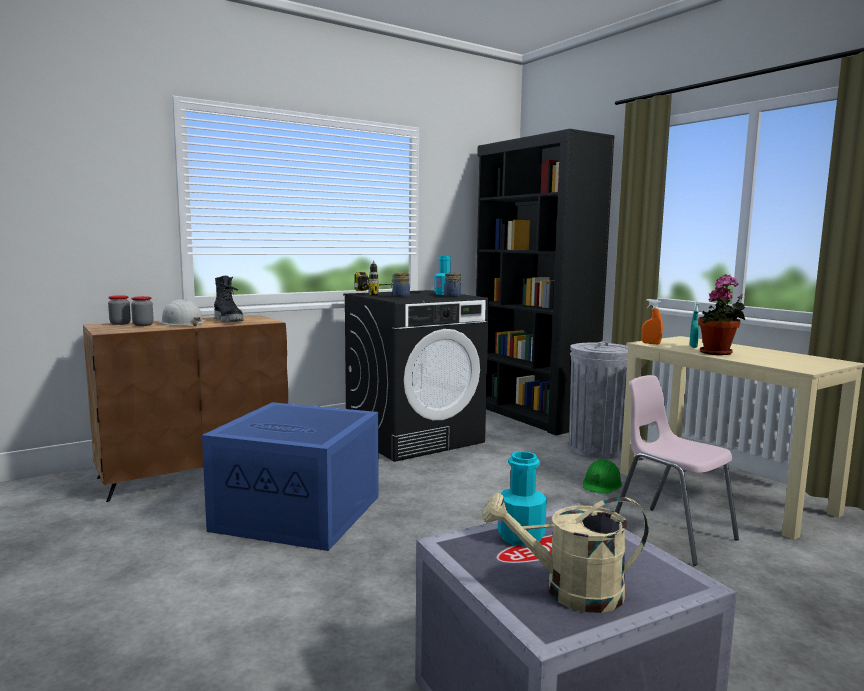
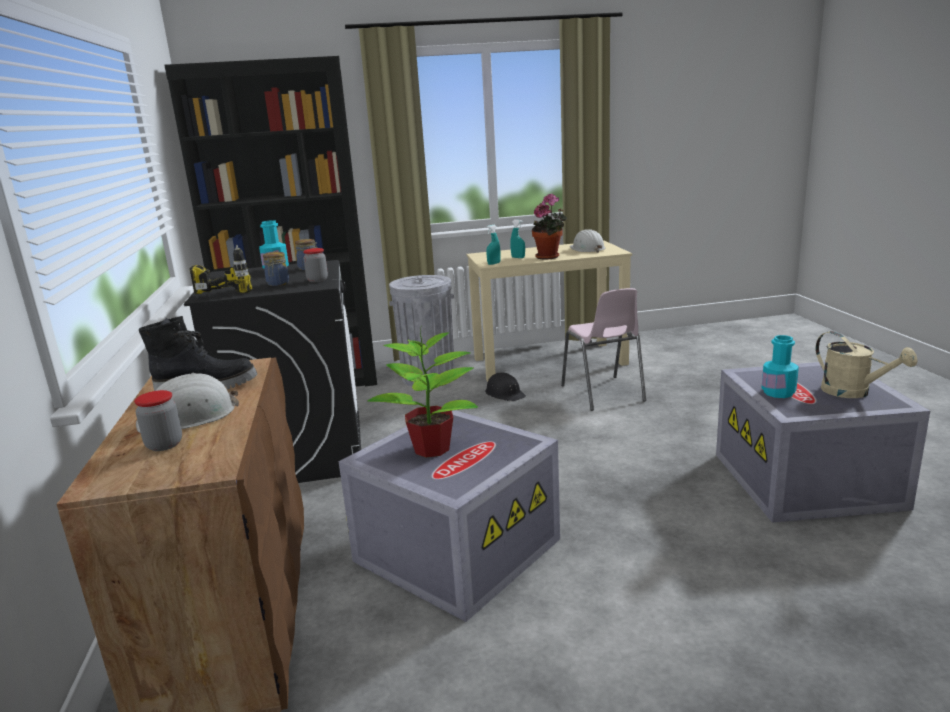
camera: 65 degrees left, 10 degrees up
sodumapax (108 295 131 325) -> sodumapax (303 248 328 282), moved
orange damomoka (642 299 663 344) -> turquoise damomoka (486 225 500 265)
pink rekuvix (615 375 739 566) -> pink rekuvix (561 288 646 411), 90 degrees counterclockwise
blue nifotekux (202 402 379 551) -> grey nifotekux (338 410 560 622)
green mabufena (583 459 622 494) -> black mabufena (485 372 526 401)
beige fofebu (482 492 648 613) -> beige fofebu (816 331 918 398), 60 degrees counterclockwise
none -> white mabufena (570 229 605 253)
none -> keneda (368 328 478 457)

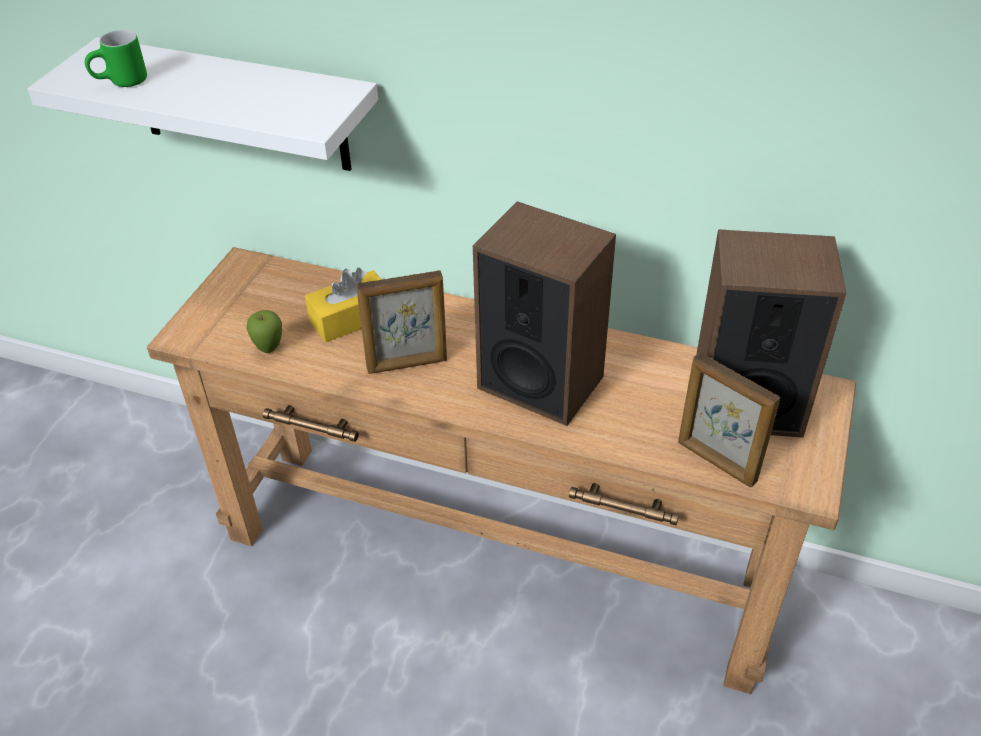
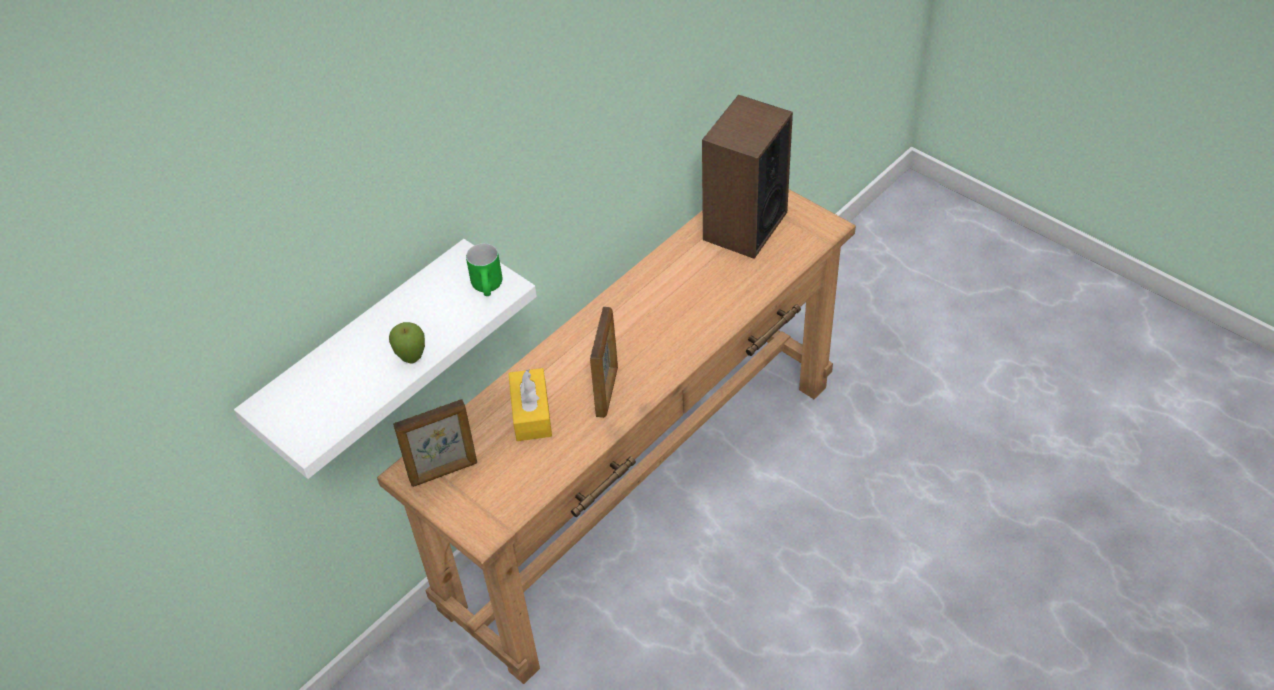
camera: 65 degrees left, 5 degrees up
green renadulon (85 30 147 87) -> green renadulon (466 243 502 296), moved
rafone (473 201 616 426) -> none
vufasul (247 310 282 353) -> vufasul (389 322 425 364), moved
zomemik (678 352 780 487) -> zomemik (393 399 477 487), moved

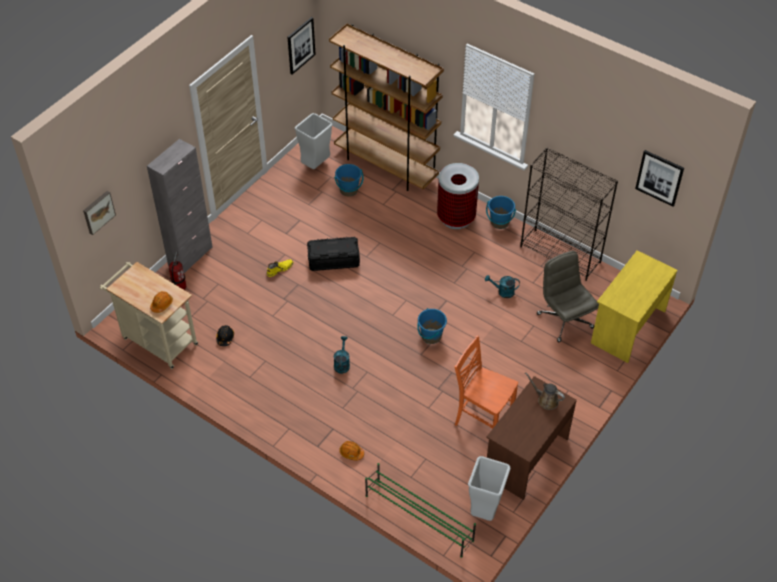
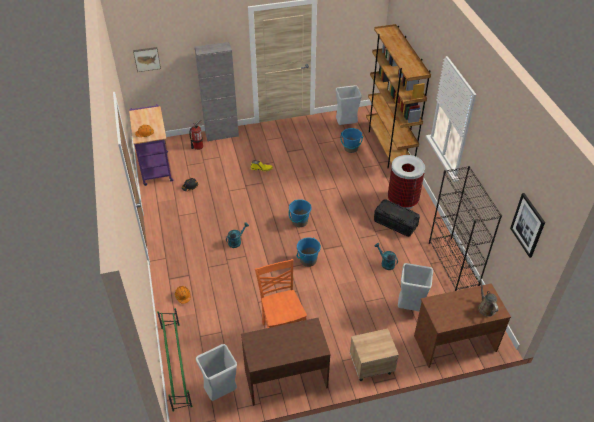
camera: 40 degrees right, 5 degrees down
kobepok (287 17 316 74) -> none
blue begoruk (486 196 516 229) -> blue begoruk (289 199 312 227), moved
black nifotekux (307 237 360 271) -> black nifotekux (374 199 420 237), moved
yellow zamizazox (591 250 678 363) -> brown zamizazox (414 283 511 368)
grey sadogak (537 251 599 342) -> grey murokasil (398 263 433 311)
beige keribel (100 262 198 369) -> purple keribel (129 104 173 186)
brown fofebu (525 372 565 410) -> brown fofebu (478 276 498 317), moved
none -> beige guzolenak (350 328 399 381)

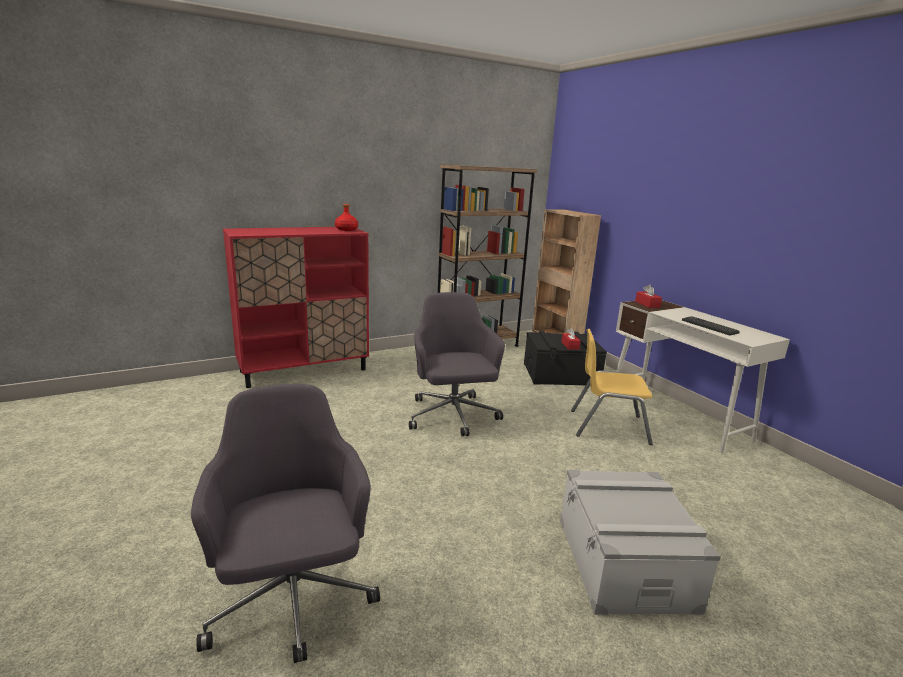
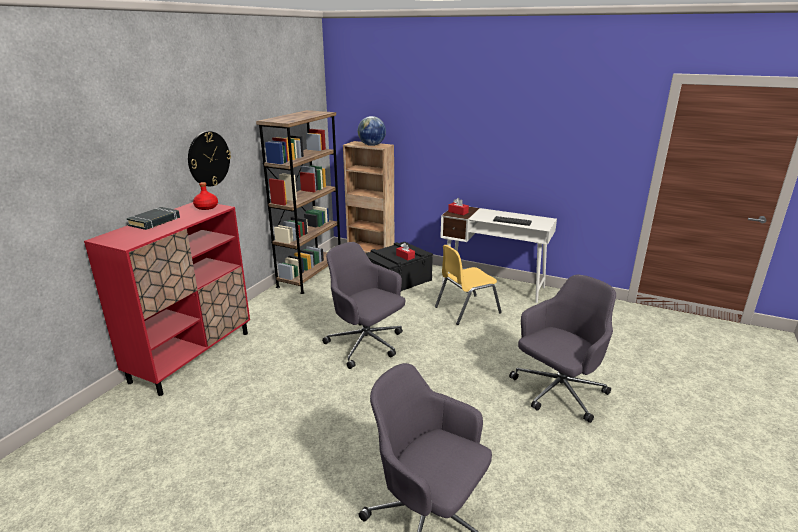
camera: 35 degrees left, 5 degrees up
grey nifotekux (560 470 721 615) -> grey sadogak (509 275 616 423)
none -> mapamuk (358 116 386 146)
none -> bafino (188 131 231 186)
none -> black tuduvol (126 207 180 230)

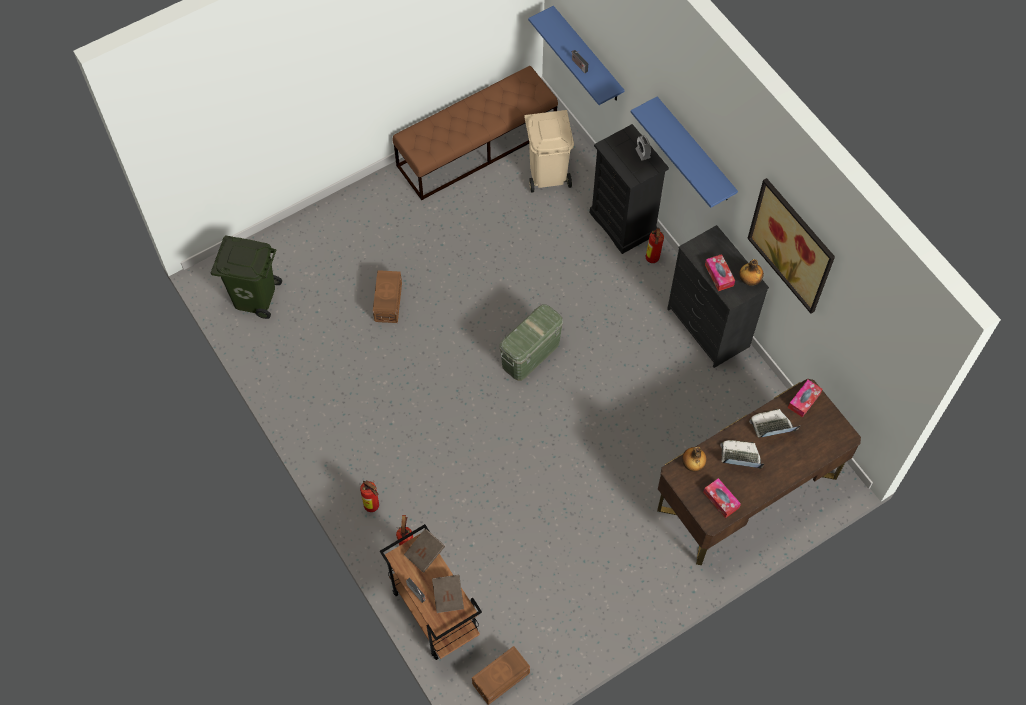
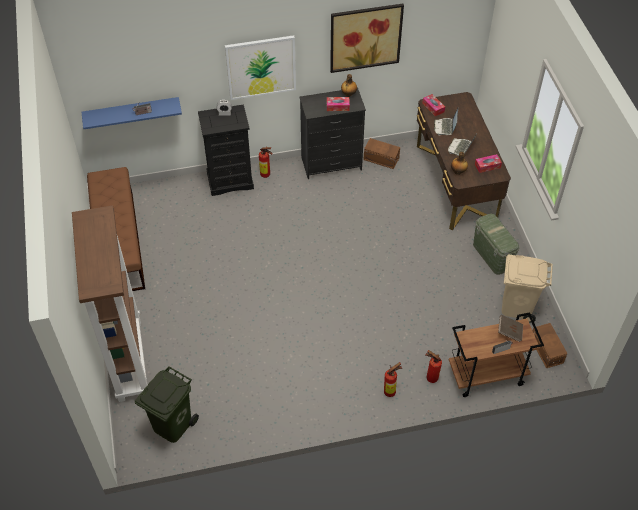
camera: 70 degrees left, 10 degrees down
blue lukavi (631 97 738 208) -> kobepok (225 35 296 100)
beige murokasil (524 110 574 193) -> beige murokasil (502 254 553 323), moved
brown nifotekux (373 270 402 323) -> brown nifotekux (364 138 400 169), moved
green nifotekux (500 304 563 381) -> green nifotekux (473 214 519 275), moved
brown tuduvol (404 529 445 572) -> none
none -> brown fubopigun (72 205 148 402)

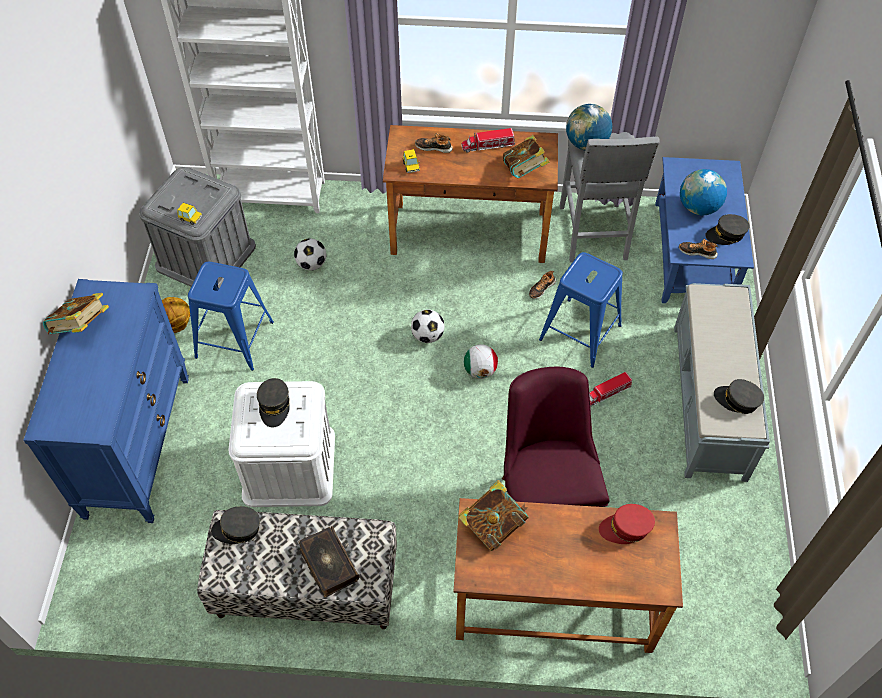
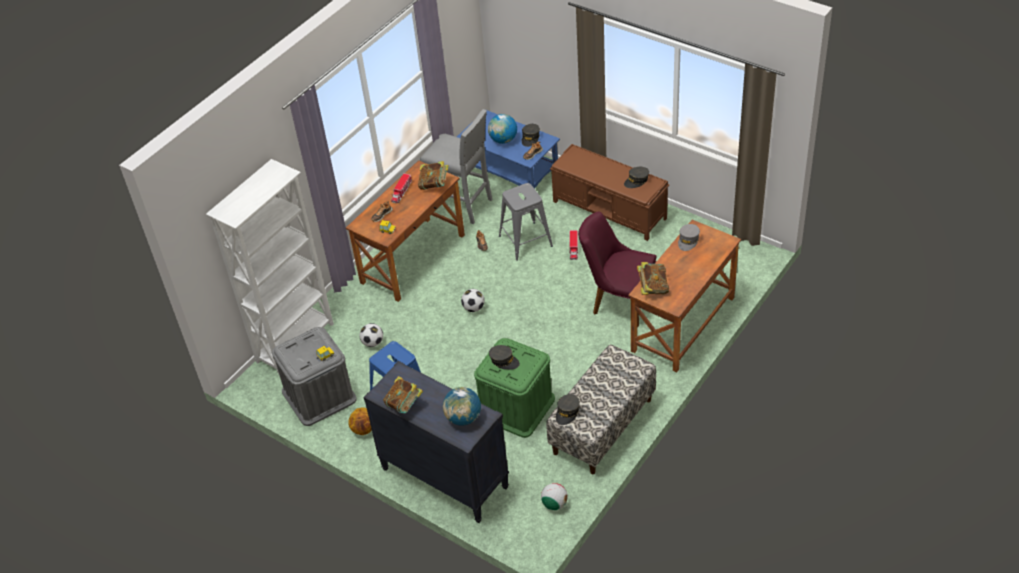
camera: 55 degrees left, 10 degrees down
mapamuk (566 104 612 150) -> mapamuk (443 387 481 426), moved
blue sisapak (539 252 623 368) -> grey sisapak (499 183 553 261)
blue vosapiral (24 279 189 523) -> black vosapiral (363 361 509 523)
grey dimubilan (674 283 770 482) -> brown dimubilan (550 144 669 241)
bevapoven (464 344 498 379) -> bevapoven (541 483 568 510), moved
white nifotekux (228 381 335 507) -> green nifotekux (474 338 555 438)
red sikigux (599 504 655 544) -> grey sikigux (678 224 700 251)
tuduvol (299 526 359 597) -> none

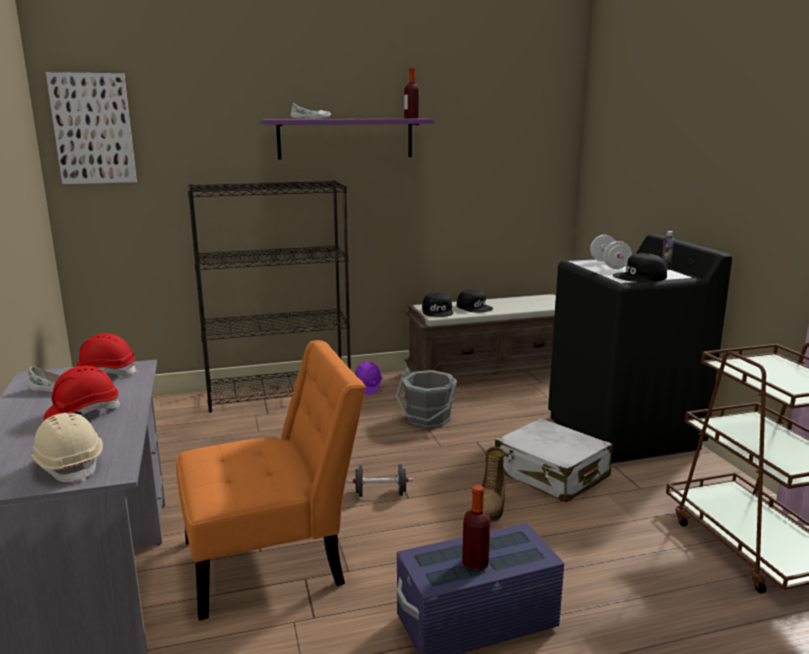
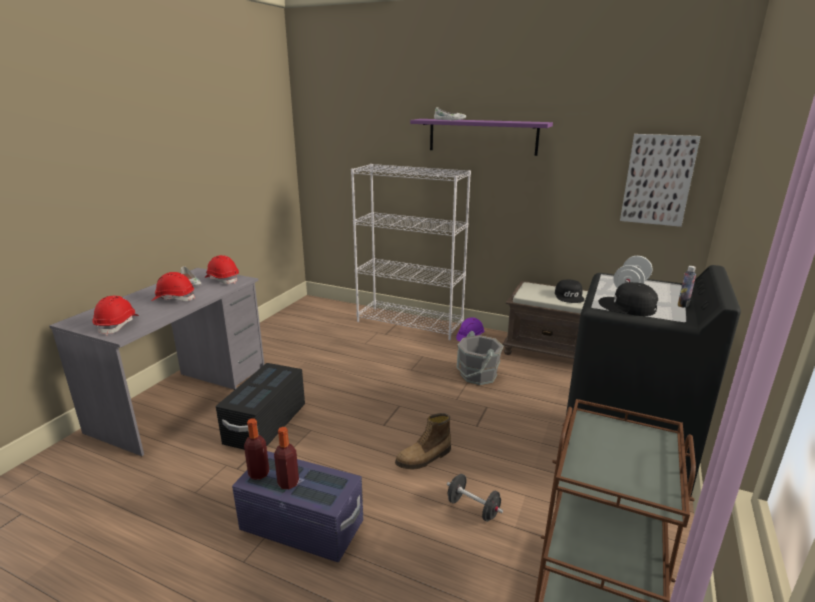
camera: 40 degrees right, 5 degrees up
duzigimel (404 68 419 119) -> duzigimel (244 418 269 480), moved
kobepok (46 72 137 184) -> kobepok (620 134 701 227), moved
black fubopigun (188 180 351 413) -> white fubopigun (351 164 471 340)
black sikigux (422 293 453 317) -> none
orange rekuvix (176 340 366 621) -> black nifotekux (216 363 305 449)
beige mabufena (31 413 103 482) -> red mabufena (92 296 139 336)
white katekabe (495 418 613 503) -> none
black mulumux (348 464 413 497) -> black mulumux (447 474 503 522), moved

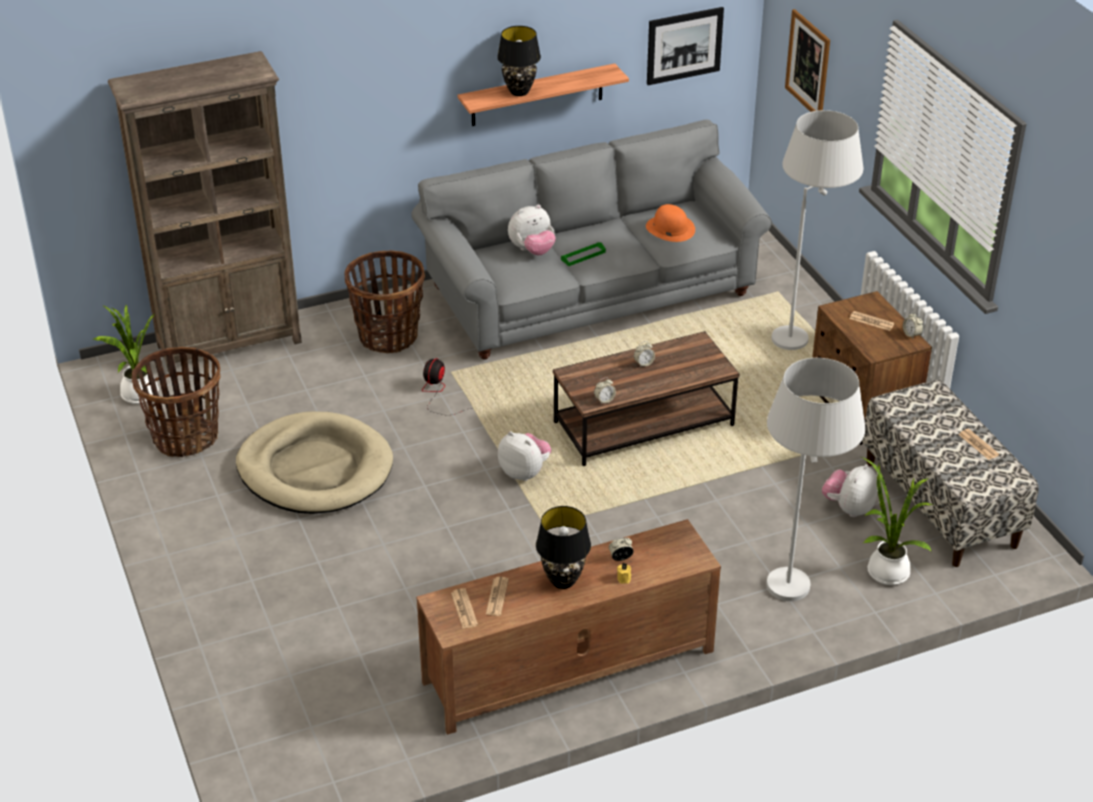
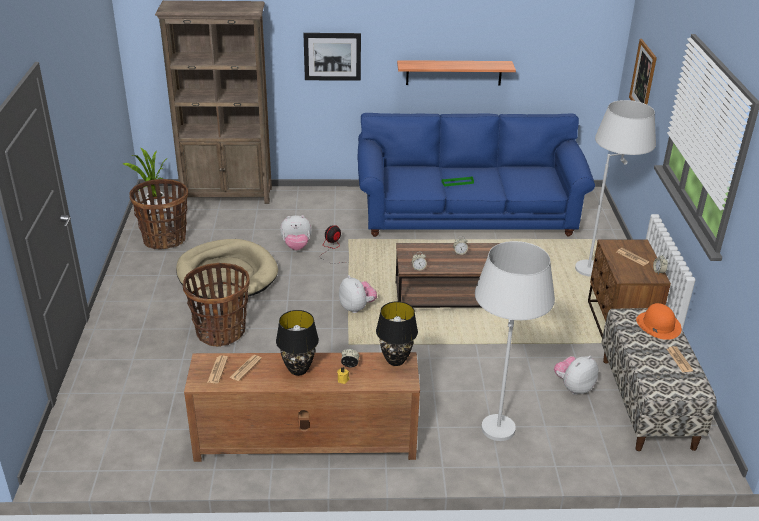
camera: 20 degrees right, 5 degrees down
kobepok (647 7 724 85) -> kobepok (303 33 361 81), moved
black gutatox (497 26 541 96) -> black gutatox (376 301 418 366), moved
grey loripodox (411 120 772 360) -> blue loripodox (358 113 595 237)
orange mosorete (646 204 695 242) -> orange mosorete (636 303 682 340), moved
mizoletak (508 205 556 256) -> mizoletak (280 215 312 250), moved
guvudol (344 250 425 353) -> guvudol (182 263 249 347), moved
keneda (861 457 933 585) -> none

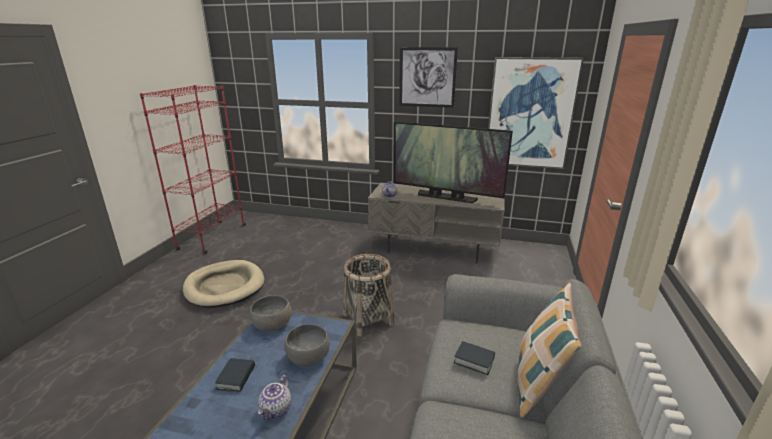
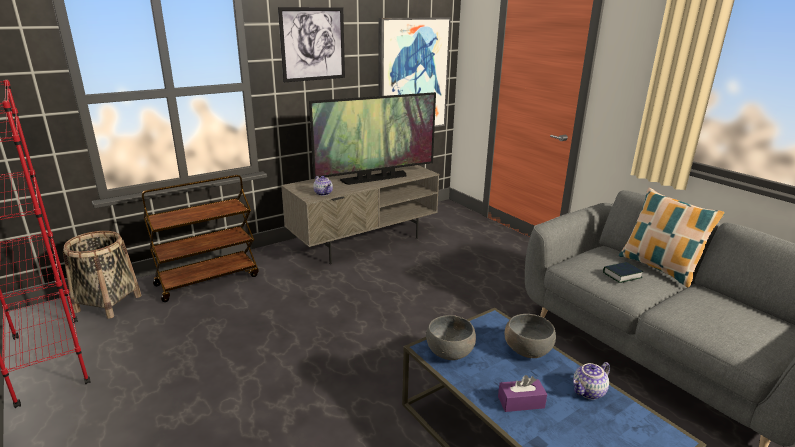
camera: 50 degrees left, 0 degrees up
guvudol (343 254 395 336) -> guvudol (63 231 141 319), moved
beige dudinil (183 260 264 308) -> none
tuduvol (215 358 255 392) -> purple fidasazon (498 375 547 412)
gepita (258 375 291 420) -> gepita (573 362 610 399), 90 degrees clockwise
none -> brown keribel (142 175 259 302)

